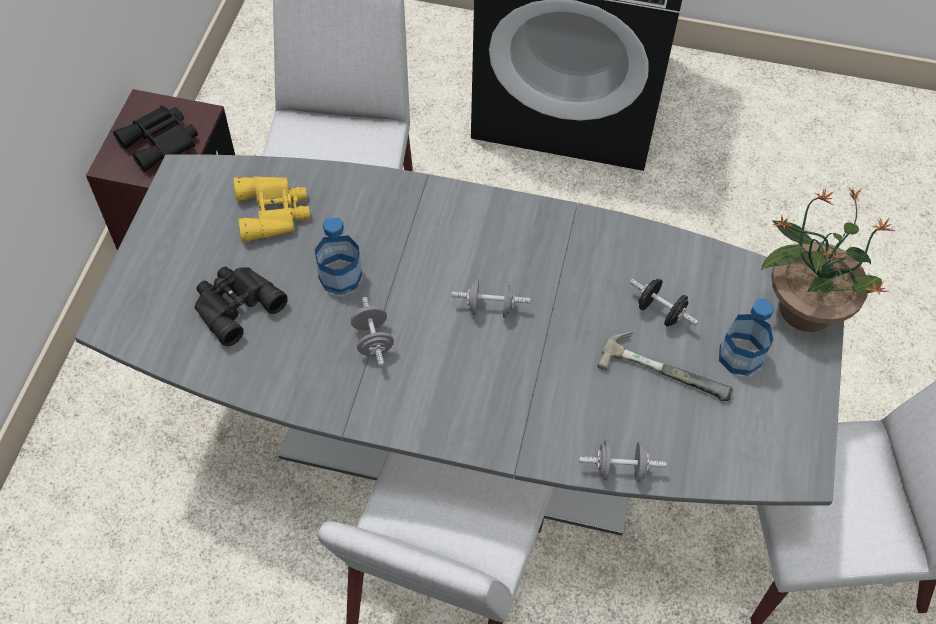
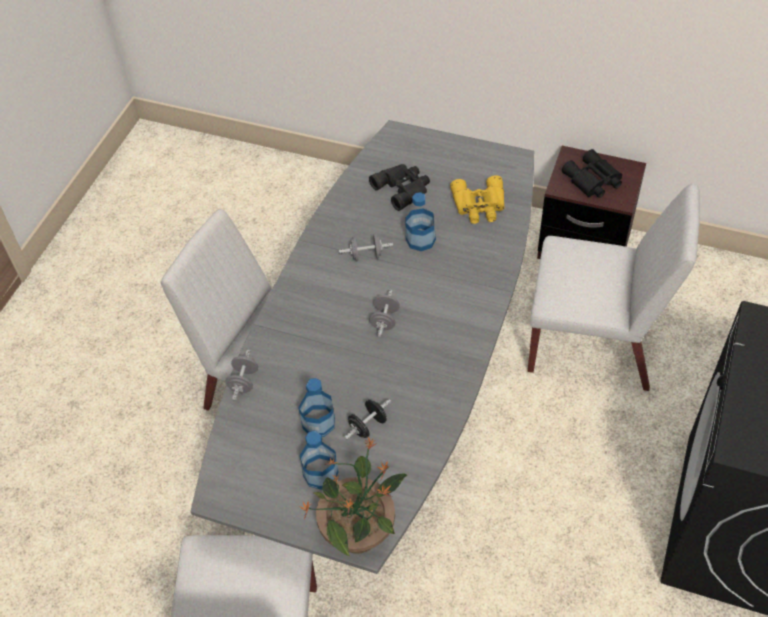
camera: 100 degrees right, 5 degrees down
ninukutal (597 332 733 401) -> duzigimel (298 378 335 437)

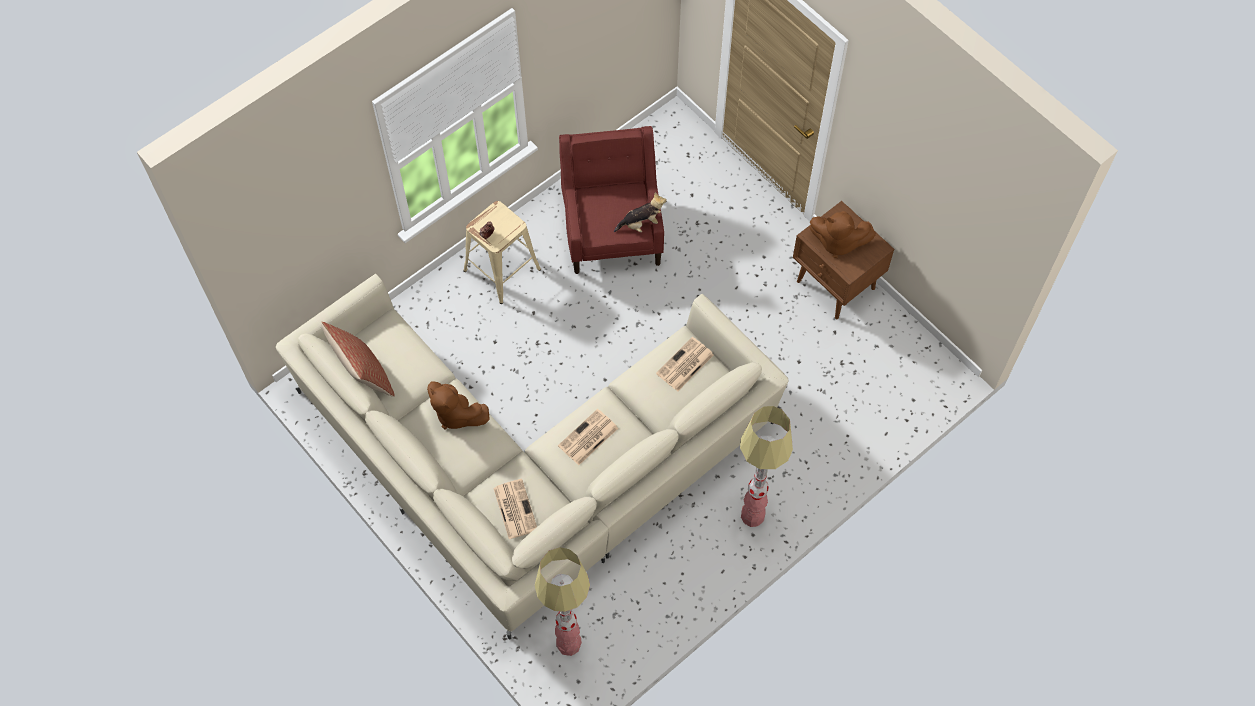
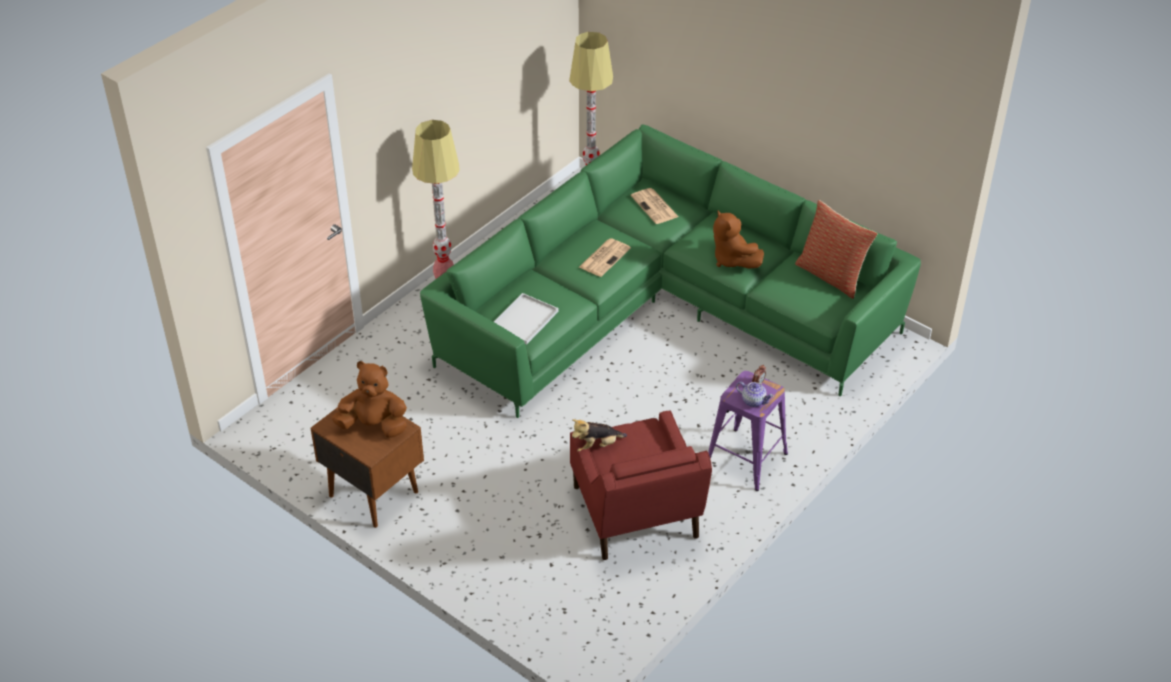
camera: 170 degrees right, 20 degrees down
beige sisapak (463 201 541 304) -> purple sisapak (708 371 788 491)
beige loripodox (276 274 788 639) -> green loripodox (420 124 921 418)
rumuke (656 337 714 391) -> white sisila (494 293 559 344)
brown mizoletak (427 381 490 430) -> brown mizoletak (713 210 764 269), 150 degrees counterclockwise
none -> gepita (736 382 774 407)

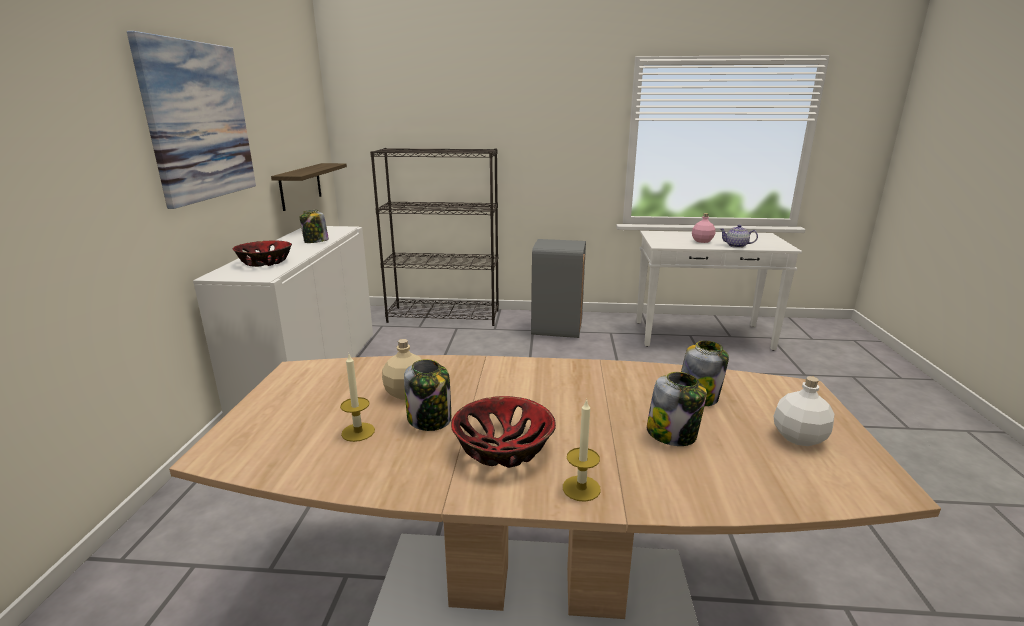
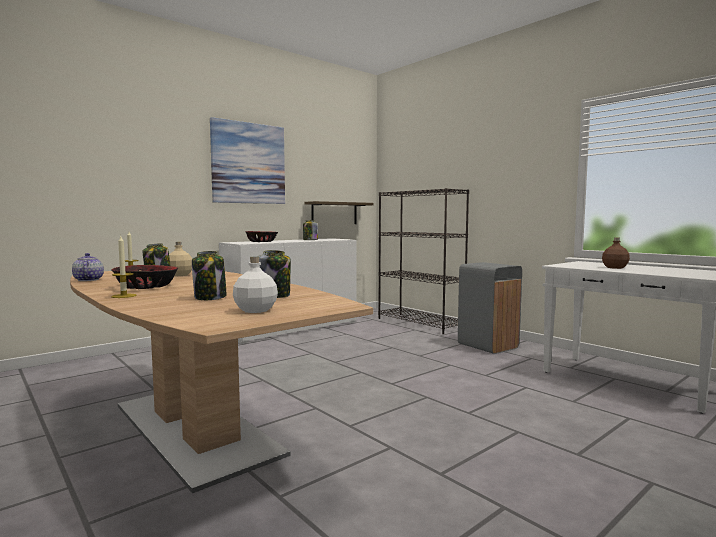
camera: 45 degrees right, 15 degrees down
pink duzigimel (692 213 715 243) -> brown duzigimel (602 238 630 269)
gepita (720 225 758 248) -> gepita (72 253 104 281), moved

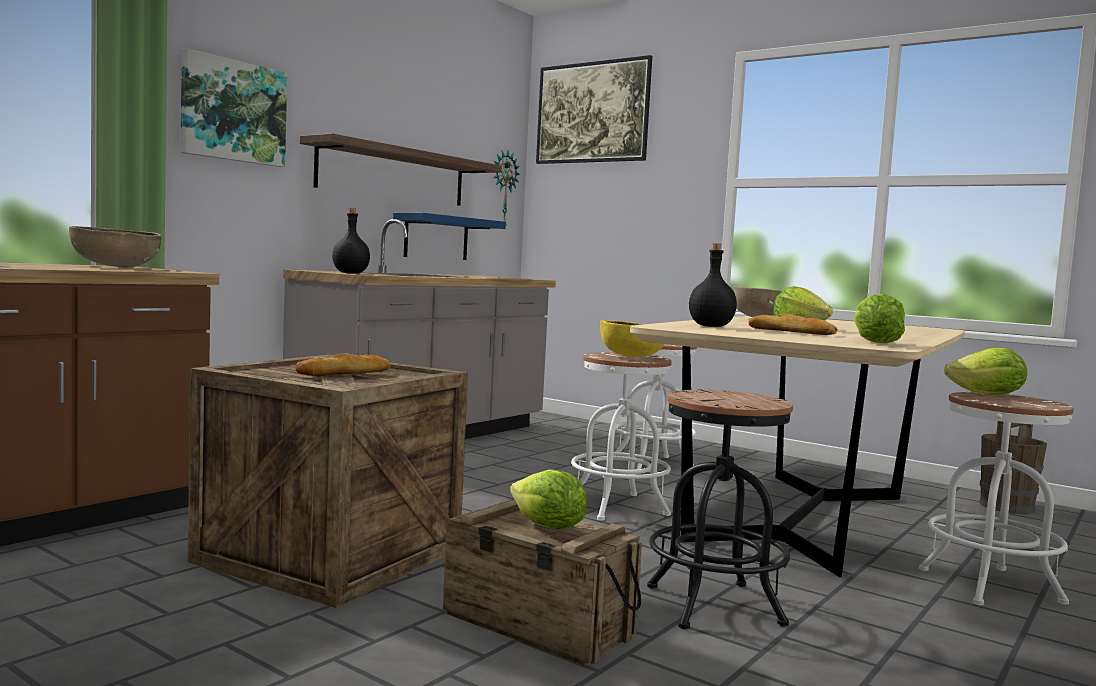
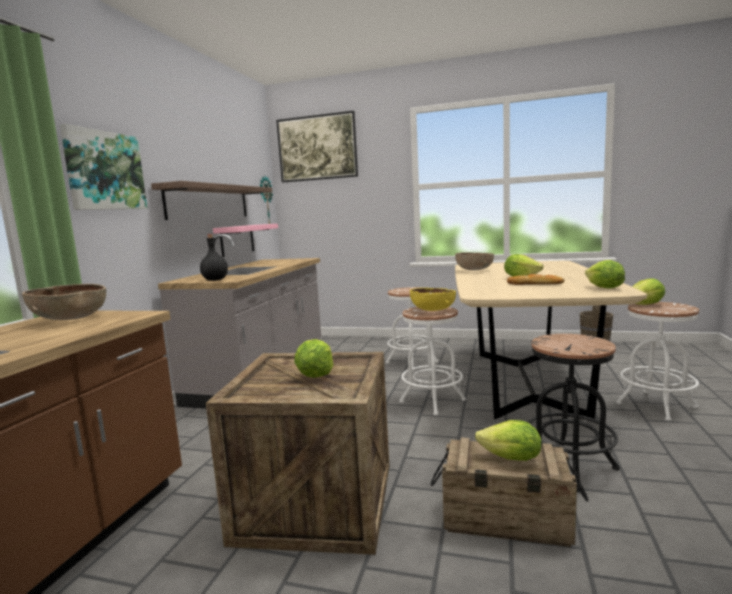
camera: 20 degrees left, 5 degrees up
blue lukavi (393 212 506 260) -> pink lukavi (213 224 278 257)
black duzigimel (689 243 737 327) -> none
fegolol (295 353 391 376) -> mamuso (294 339 334 378)

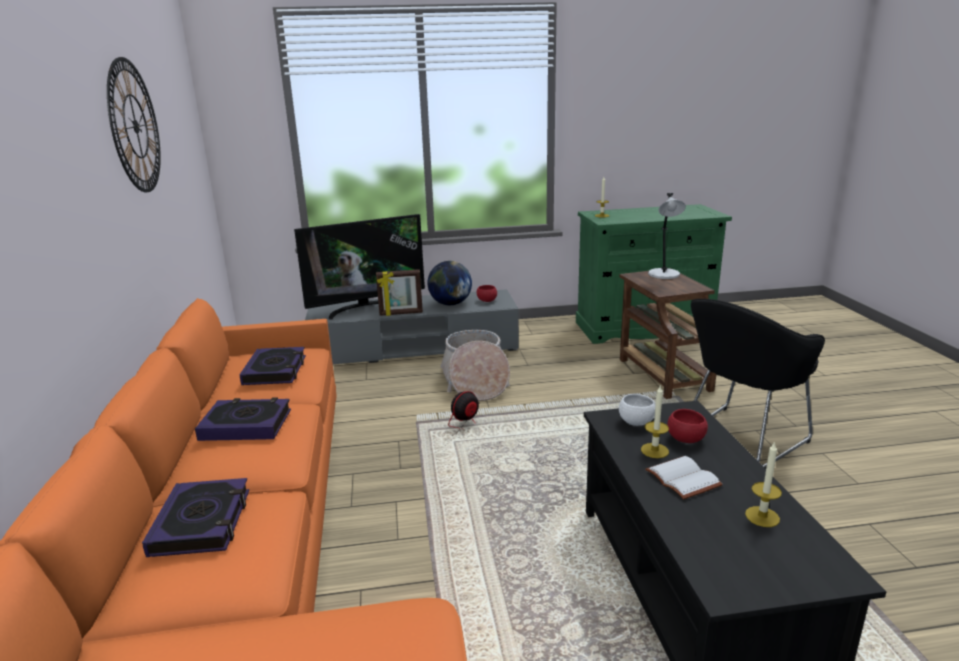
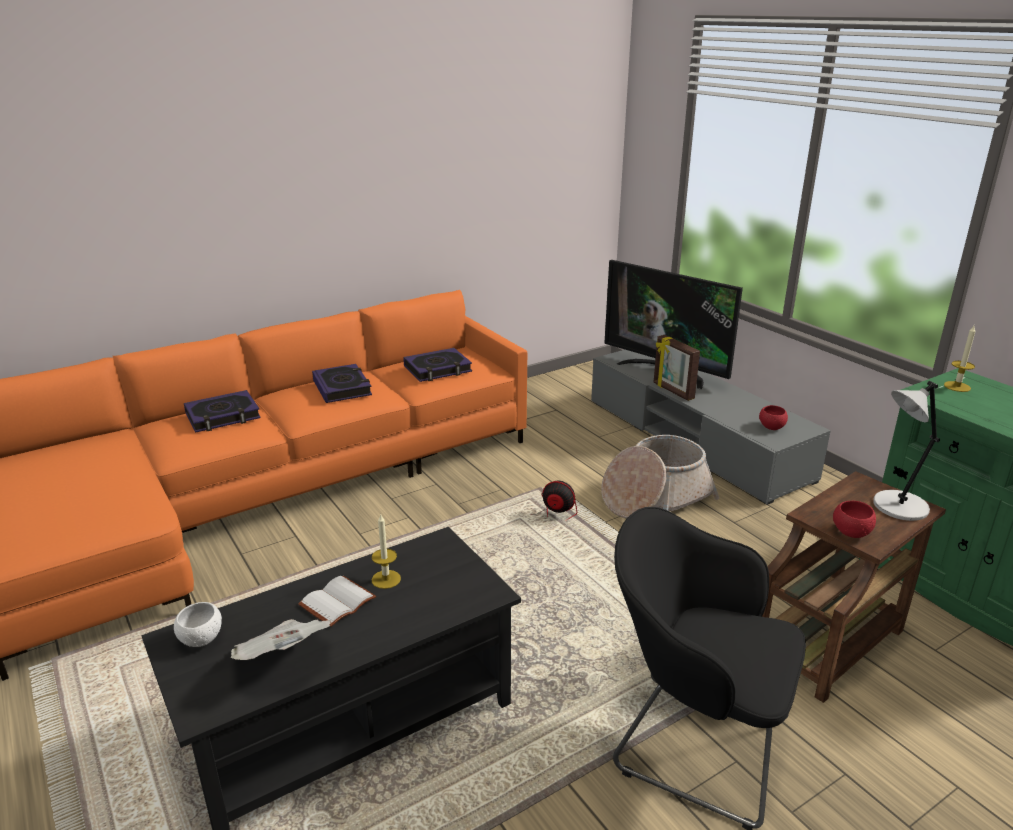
camera: 65 degrees right, 5 degrees up
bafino (107 57 161 192) -> none
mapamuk (427 261 472 305) -> none
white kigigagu (619 394 656 426) -> white kigigagu (174 602 222 647), moved
red kigigagu (667 409 708 443) -> red kigigagu (833 501 876 538), moved
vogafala (745 441 782 527) -> rumuke (231 619 332 660)

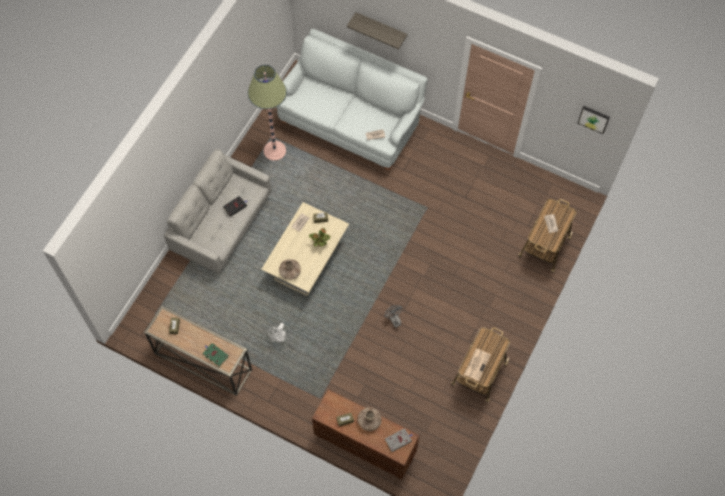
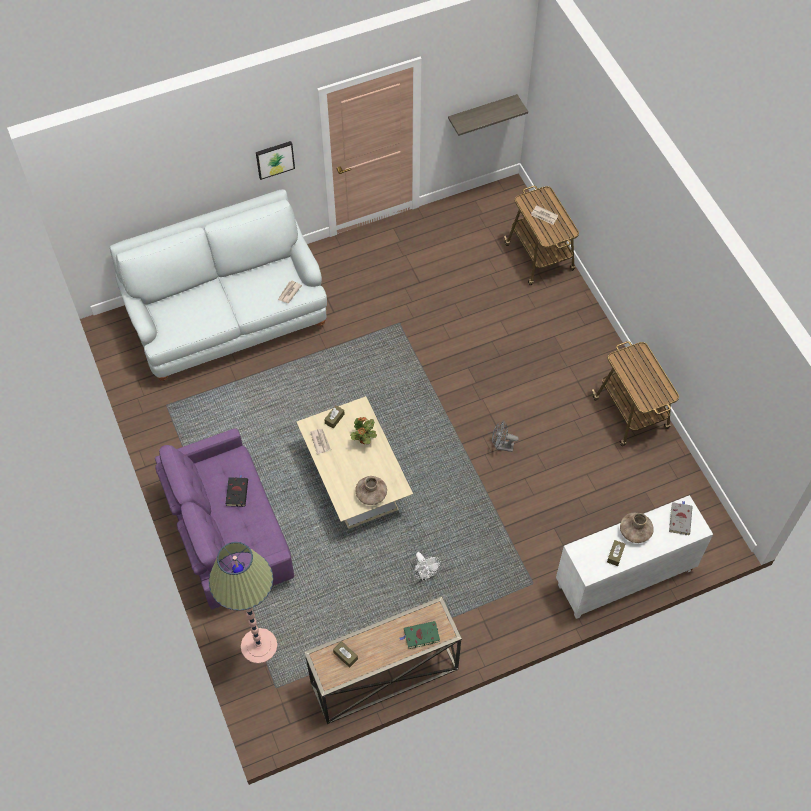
camera: 50 degrees left, 5 degrees down
lukavi (347 12 408 49) -> lukavi (448 94 528 136), moved
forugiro (248 65 287 161) -> forugiro (209 542 278 664), moved
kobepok (578 106 610 134) -> kobepok (256 141 295 180), moved
grey loripodox (164 149 272 274) -> purple loripodox (155 428 294 610)
rumuke (464 349 491 381) -> none
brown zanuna (312 389 420 480) -> white zanuna (556 495 713 619)

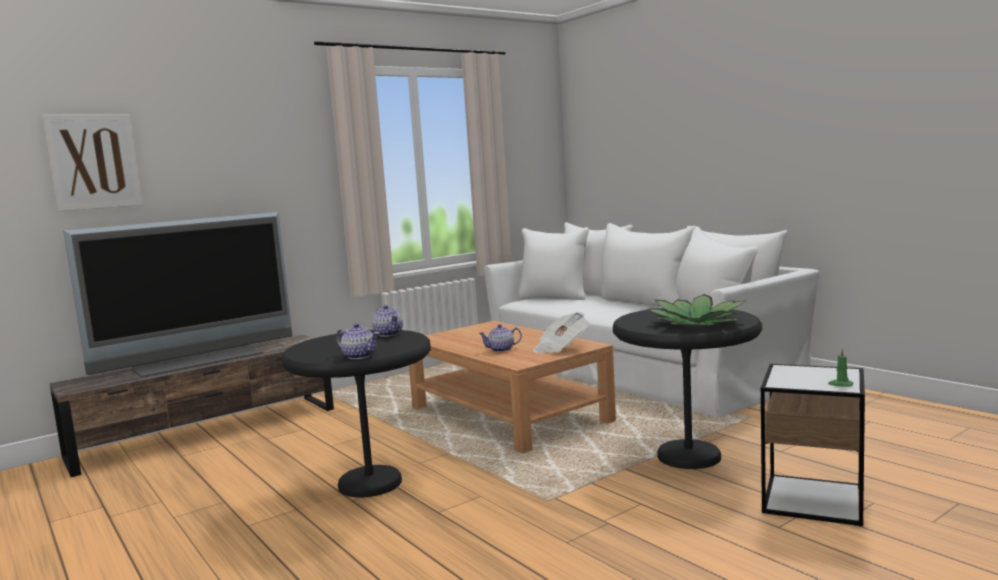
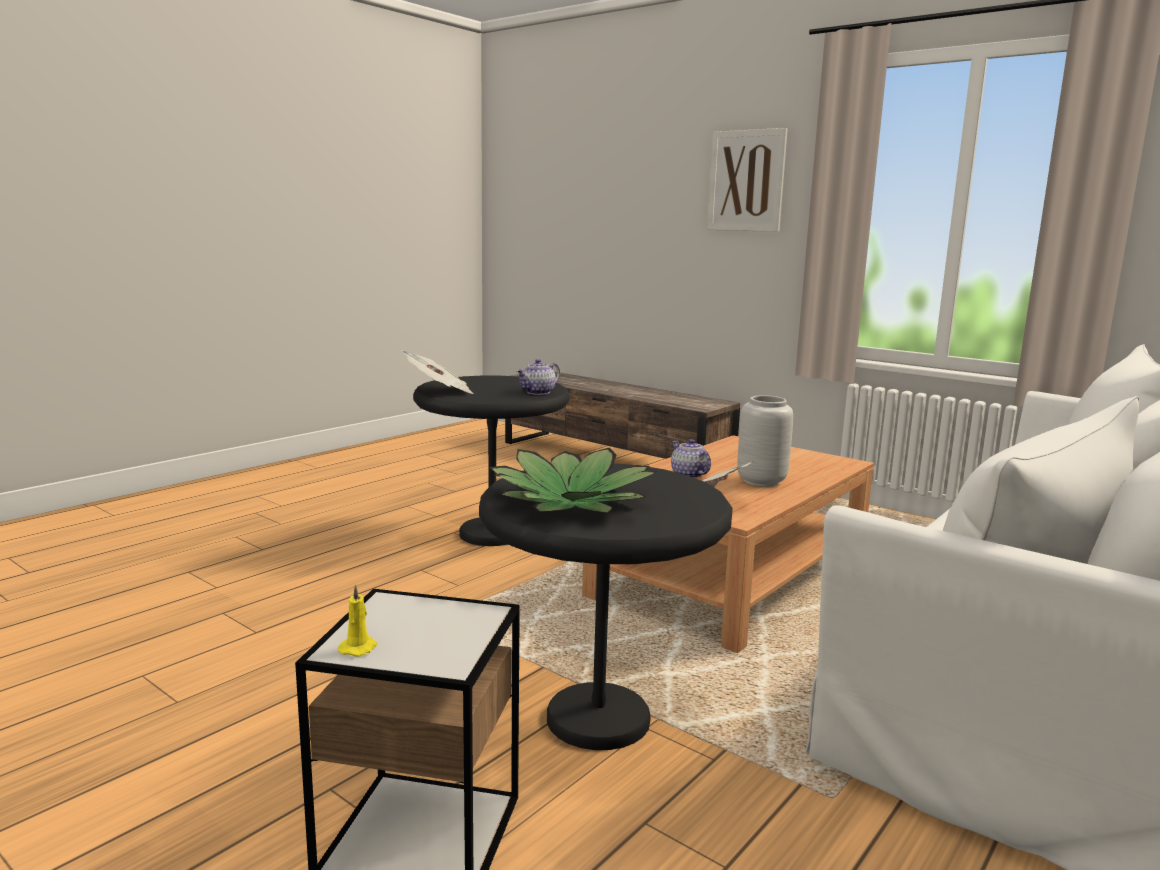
camera: 75 degrees right, 5 degrees up
kobepok (42 114 143 211) -> kobepok (707 128 788 232), moved
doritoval (63 212 292 378) -> none
gepita (336 323 380 359) -> rumuke (401 350 474 394)
green vogafala (828 349 854 387) -> yellow vogafala (338 584 377 657)
none -> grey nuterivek (737 395 793 487)

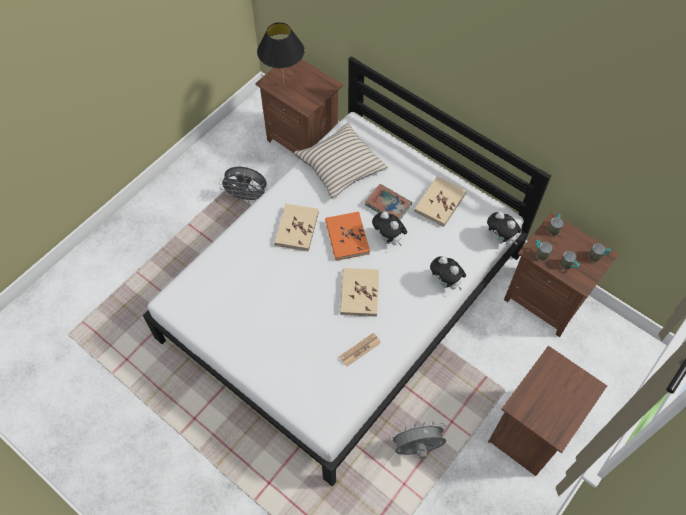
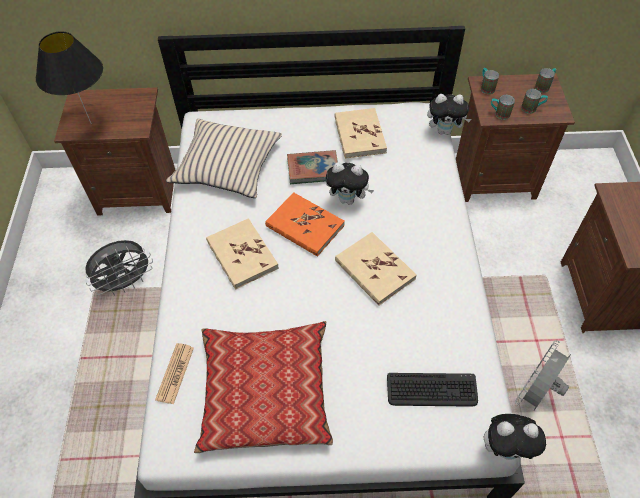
camera: 40 degrees left, 5 degrees down
mizoletak (430 256 466 290) -> mizoletak (484 414 546 460), moved
rumuke (339 333 381 367) -> rumuke (155 343 194 404), moved
none -> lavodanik (194 321 333 453)
none -> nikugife (387 373 478 407)

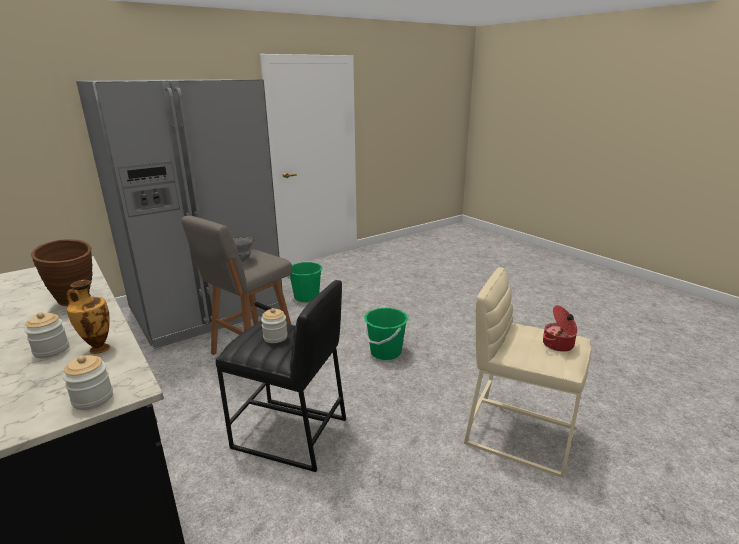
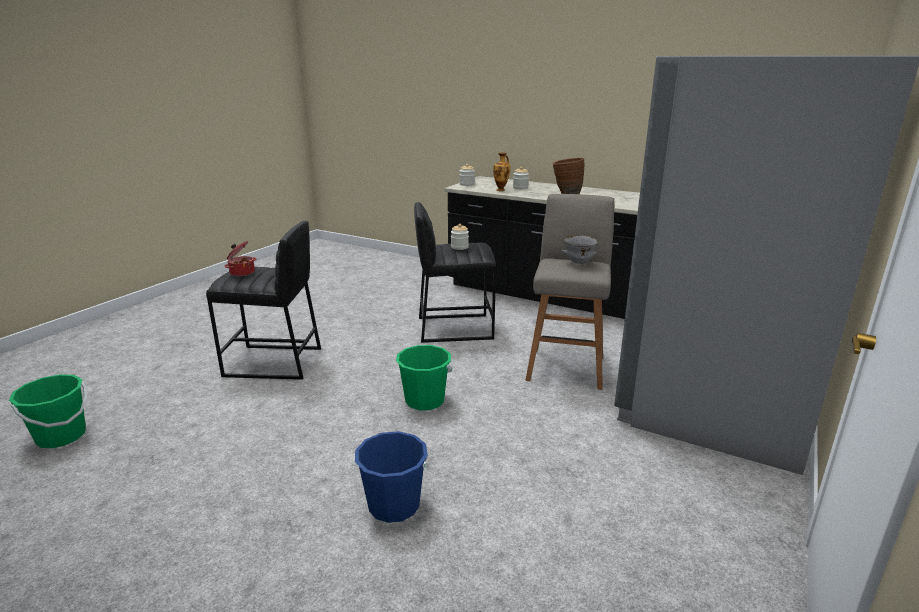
camera: 155 degrees right, 0 degrees up
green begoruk (287 262 322 302) -> green begoruk (9 374 87 448), moved
beige sisapak (464 267 591 478) -> black sisapak (206 221 321 380)
none -> blue begoruk (355 431 429 523)

